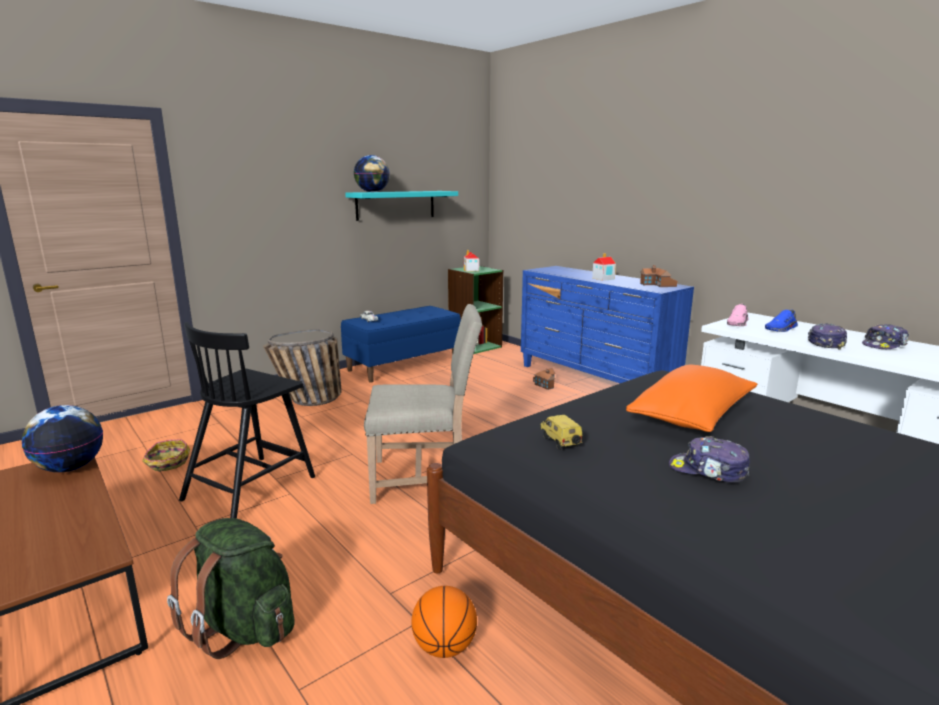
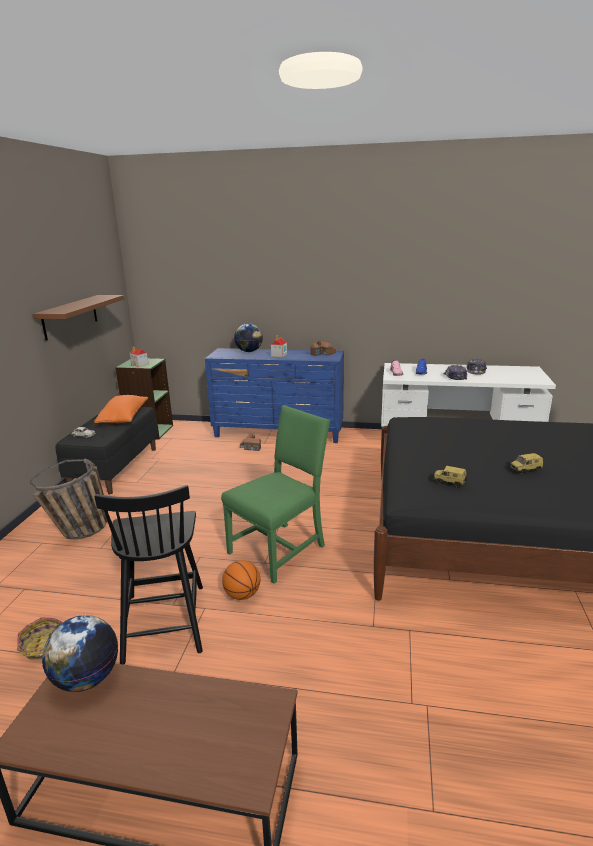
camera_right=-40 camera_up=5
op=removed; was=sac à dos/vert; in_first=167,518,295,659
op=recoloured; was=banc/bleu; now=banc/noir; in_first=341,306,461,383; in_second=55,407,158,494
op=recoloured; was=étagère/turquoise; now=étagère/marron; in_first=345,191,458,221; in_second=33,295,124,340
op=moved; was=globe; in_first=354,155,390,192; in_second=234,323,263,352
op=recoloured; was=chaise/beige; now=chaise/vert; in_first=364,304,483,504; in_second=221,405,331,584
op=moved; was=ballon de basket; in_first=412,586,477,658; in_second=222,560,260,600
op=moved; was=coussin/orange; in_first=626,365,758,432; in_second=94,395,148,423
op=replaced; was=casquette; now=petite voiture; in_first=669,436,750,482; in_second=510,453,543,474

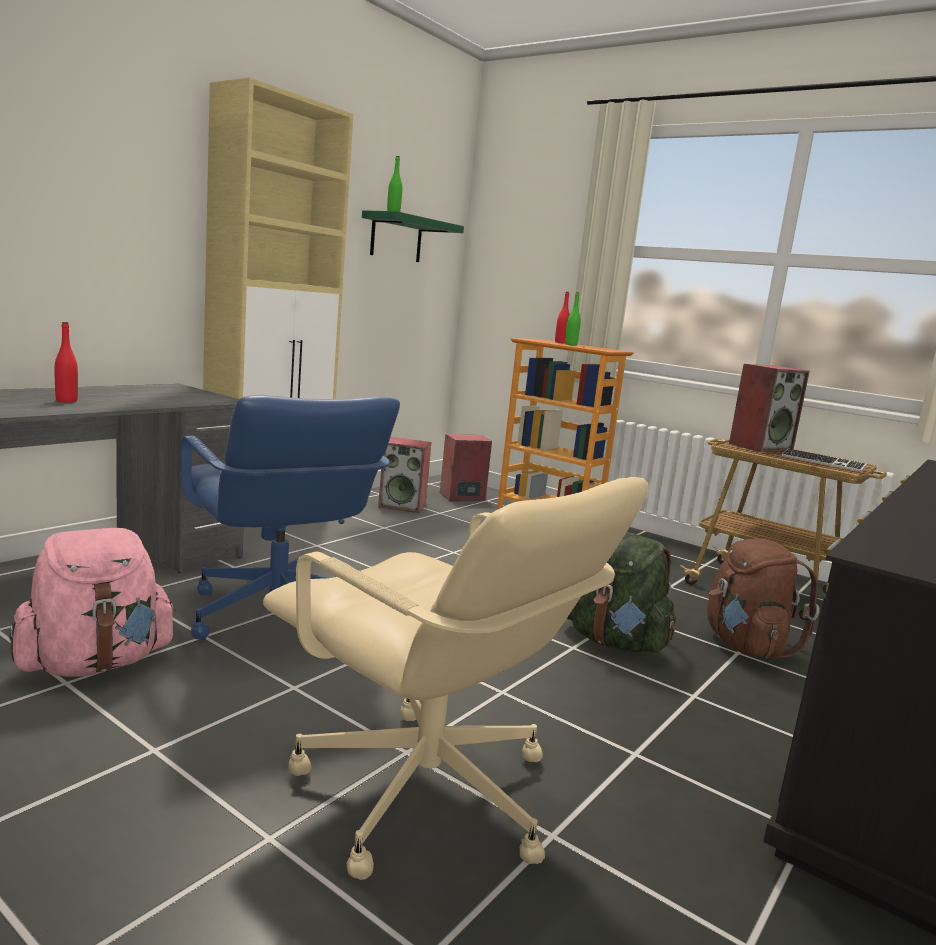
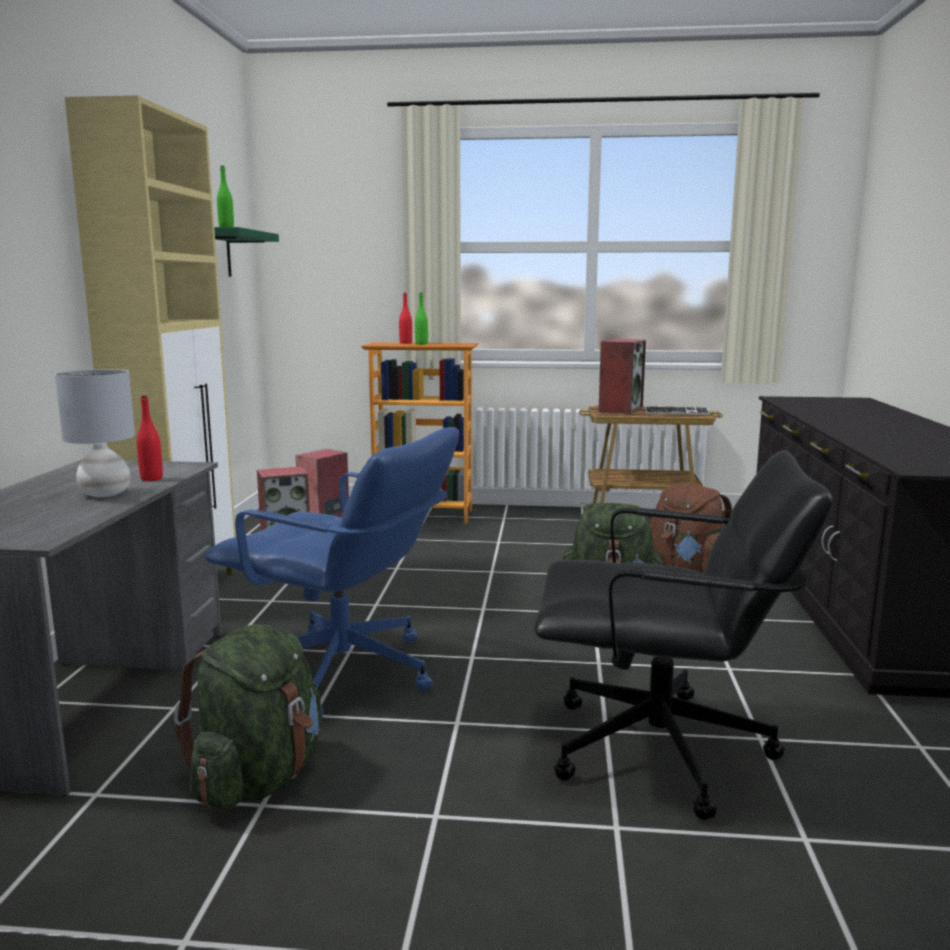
camera_right=-30 camera_up=0
op=recoloured; was=sac à dos/rose; now=sac à dos/vert; in_first=9,528,176,677; in_second=174,625,322,809
op=moved; was=bouteille/rouge; in_first=54,322,78,403; in_second=137,395,163,481
op=recoloured; was=chaise de bureau/beige; now=chaise de bureau/noir; in_first=263,477,648,880; in_second=534,450,833,820
op=added; now=lampe de table/gris; in_second=55,369,135,497

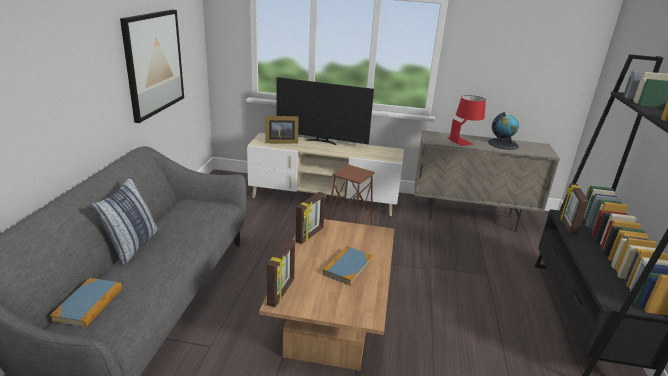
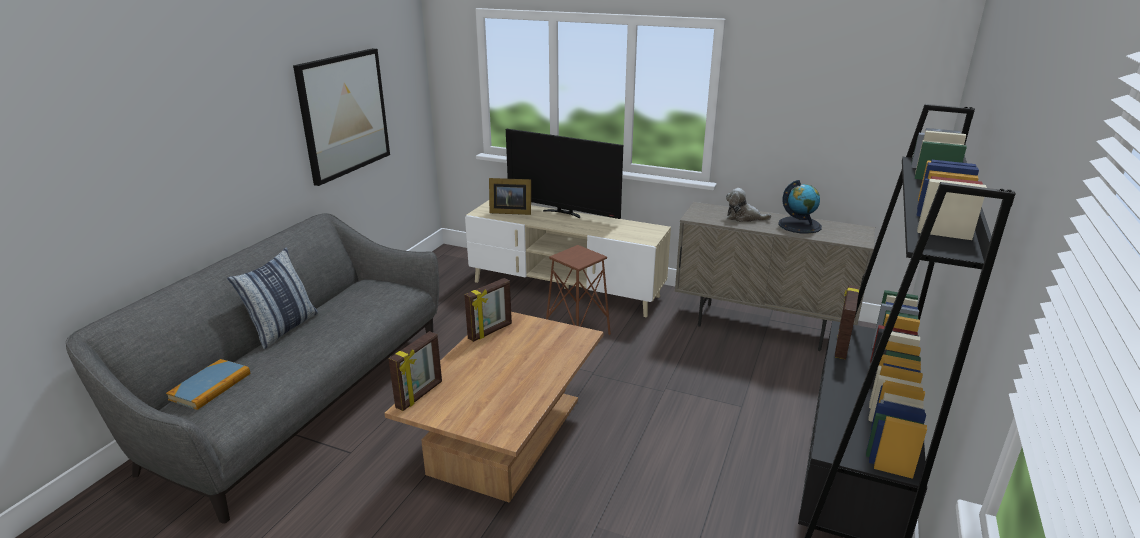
camera_right=15 camera_up=0
op=removed; was=livre; in_first=323,246,373,286
op=replaced; was=lampe de table/rouge; now=peluche; in_first=447,95,486,146; in_second=726,188,772,222

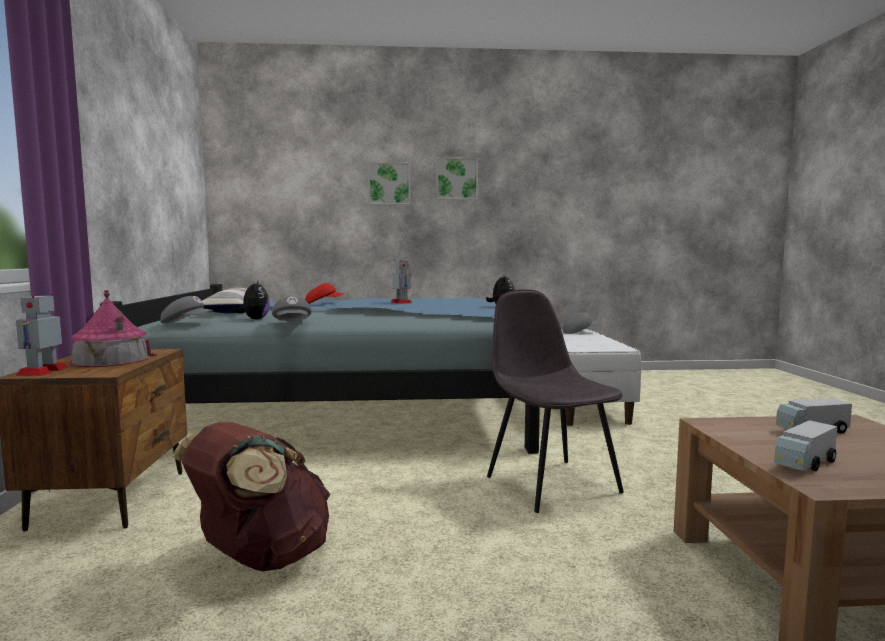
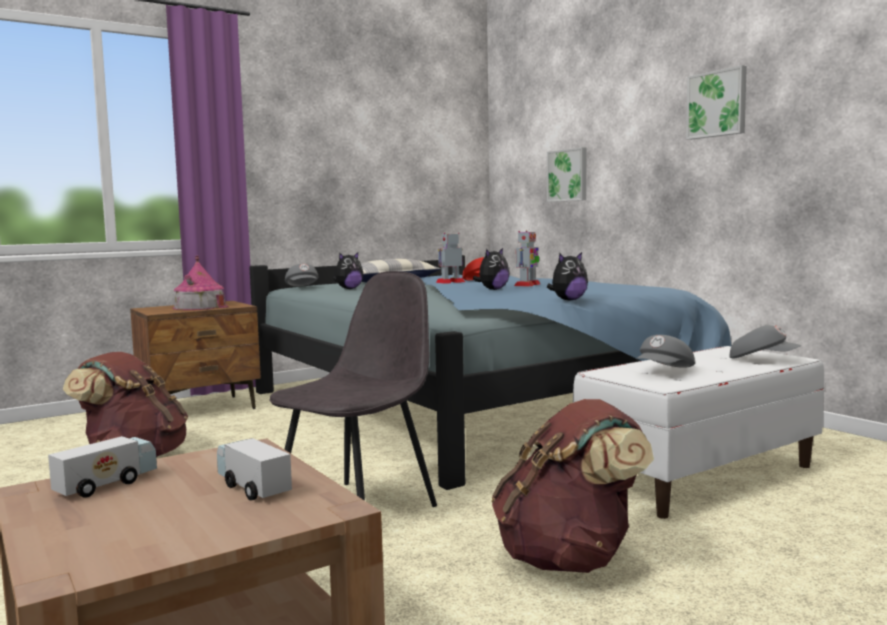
camera_right=60 camera_up=0
op=moved; was=robot jouet; in_first=16,294,69,376; in_second=436,232,465,284
op=moved; was=casquette/gris; in_first=272,296,311,321; in_second=636,335,695,368
op=moved; was=tableau; in_first=368,162,410,205; in_second=547,147,586,202
op=turned; was=camion jouet; in_first=774,420,837,471; in_second=48,436,157,498; clockwise=105
op=added; now=peluche; in_second=473,248,509,290
op=added; now=sac à dos/marron; in_second=491,399,654,573

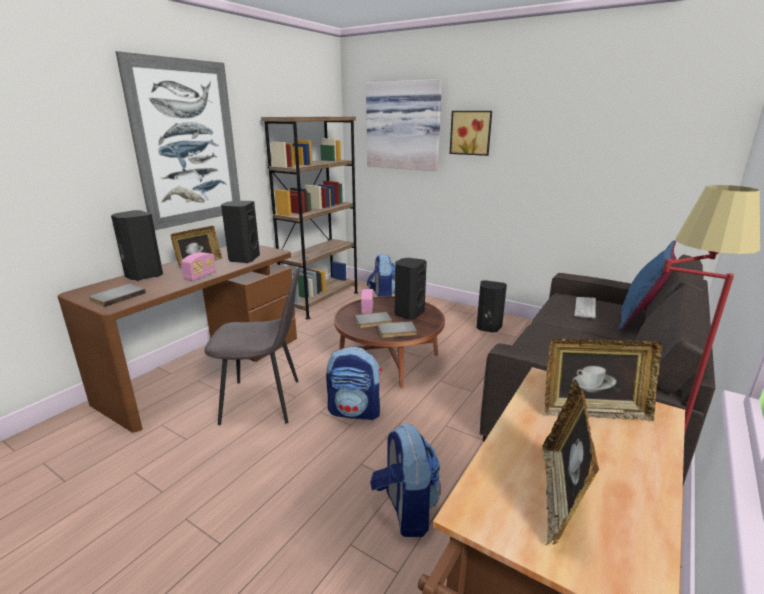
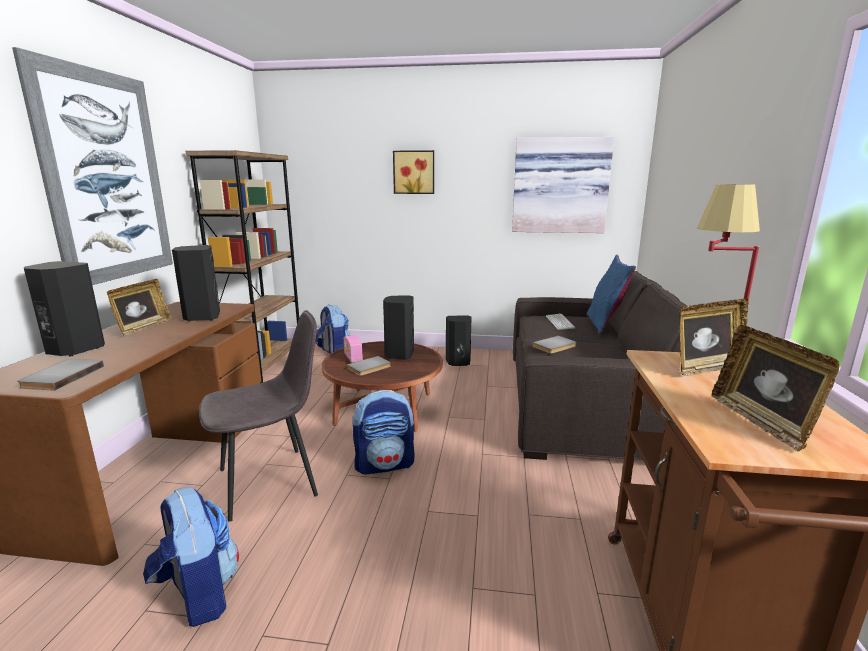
camera_right=-25 camera_up=-5
op=removed; was=radio; in_first=181,252,216,281
op=moved; was=tableau; in_first=366,79,442,171; in_second=512,137,614,233
op=moved; was=sac à dos; in_first=370,424,441,537; in_second=143,487,239,627
op=moved; was=livre/gris; in_first=378,321,417,338; in_second=532,336,576,354

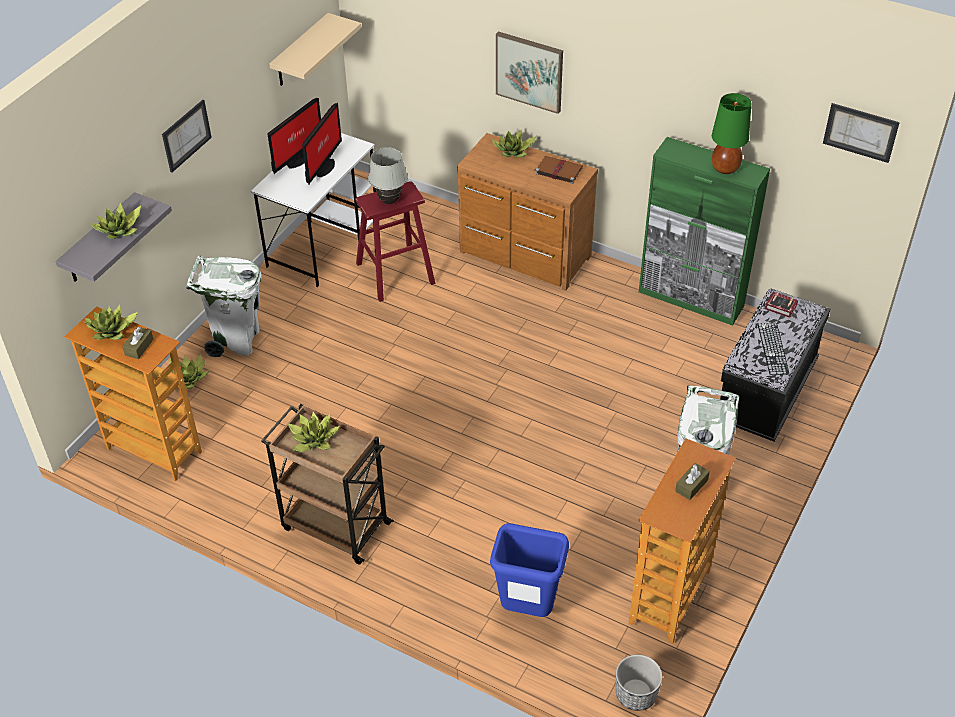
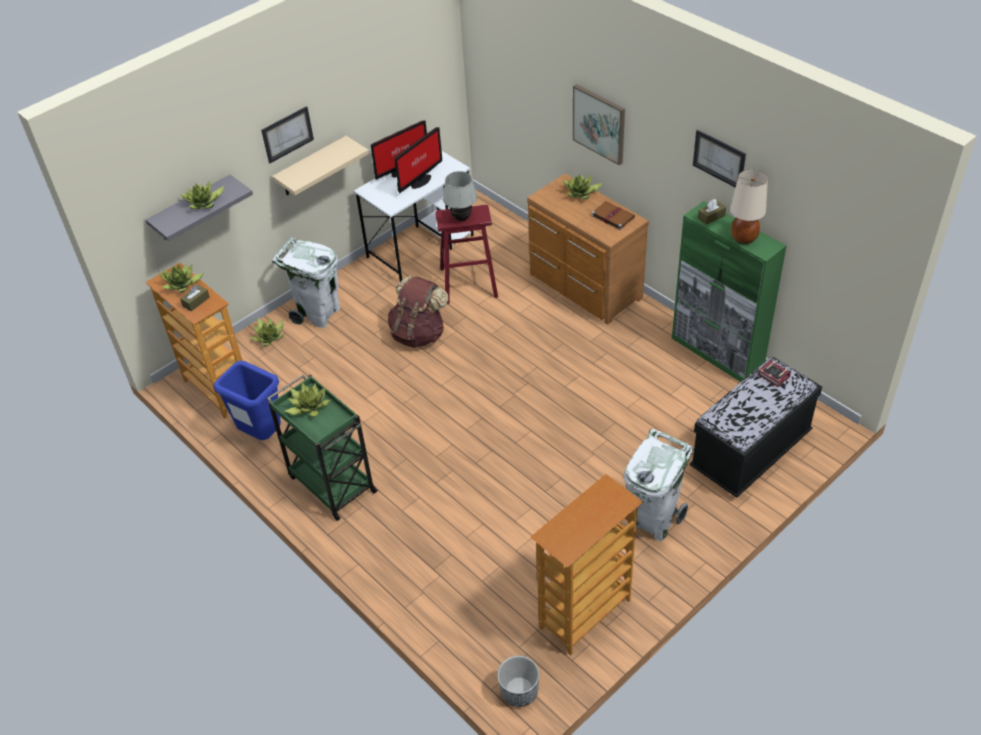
camera_right=20 camera_up=0
op=recoloured; was=chariot/marron; now=chariot/vert; in_first=261,404,394,565; in_second=267,375,378,521
op=moved; was=étagère/beige; in_first=269,13,362,86; in_second=272,136,369,195
op=moved; was=poubelle/bleu; in_first=490,523,569,617; in_second=214,361,281,440
op=moved; was=boîte à mouchoirs/marron; in_first=675,463,710,500; in_second=698,199,726,225
op=recoloured; was=lampe de table/vert; now=lampe de table/beige; in_first=712,93,751,174; in_second=731,169,768,244
op=removed; was=clavier; in_first=757,323,789,375
op=moved; was=tableau; in_first=823,103,900,163; in_second=693,130,746,188
op=added; now=sac à dos/marron; in_second=388,276,448,348

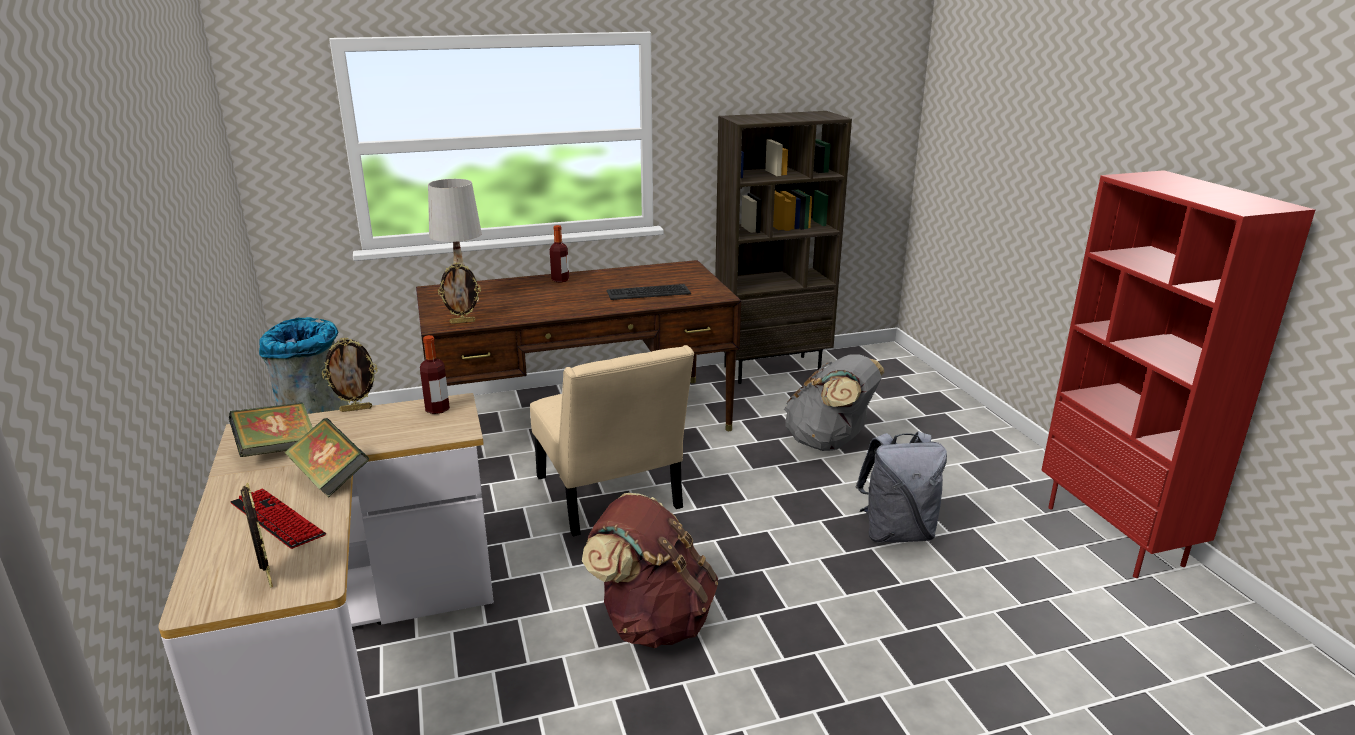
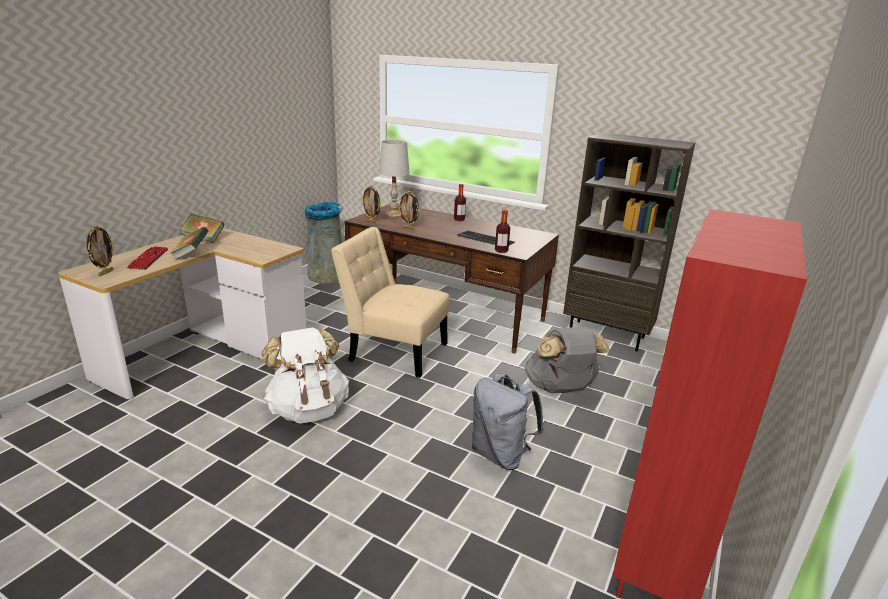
camera_right=45 camera_up=0
op=moved; was=cadre photo; in_first=322,338,378,412; in_second=398,191,420,230
op=moved; was=bouteille; in_first=420,335,450,414; in_second=495,210,510,253
op=turned; was=chaise/beige; in_first=530,345,694,537; in_second=331,227,450,378; clockwise=90
op=recoloured; was=sac à dos/marron; now=sac à dos/blanc; in_first=582,493,718,648; in_second=261,327,349,424

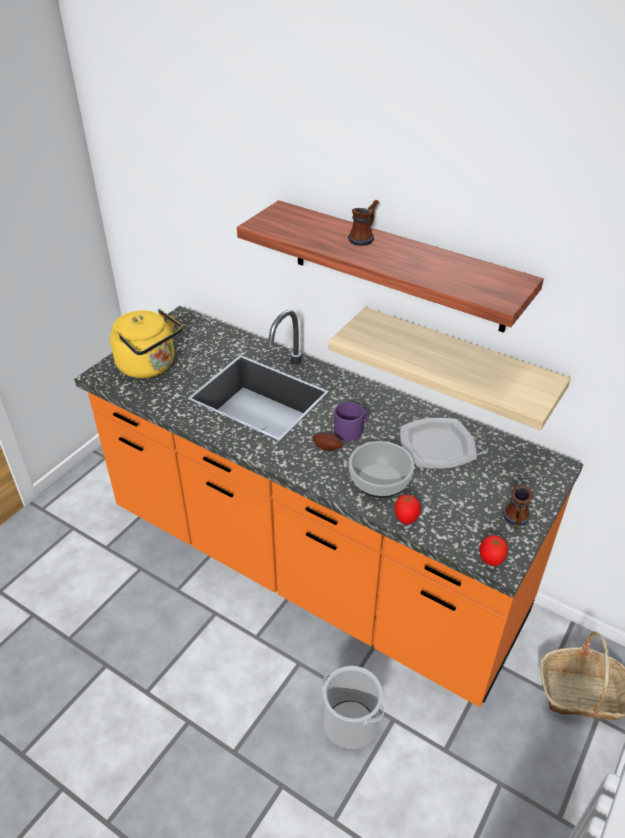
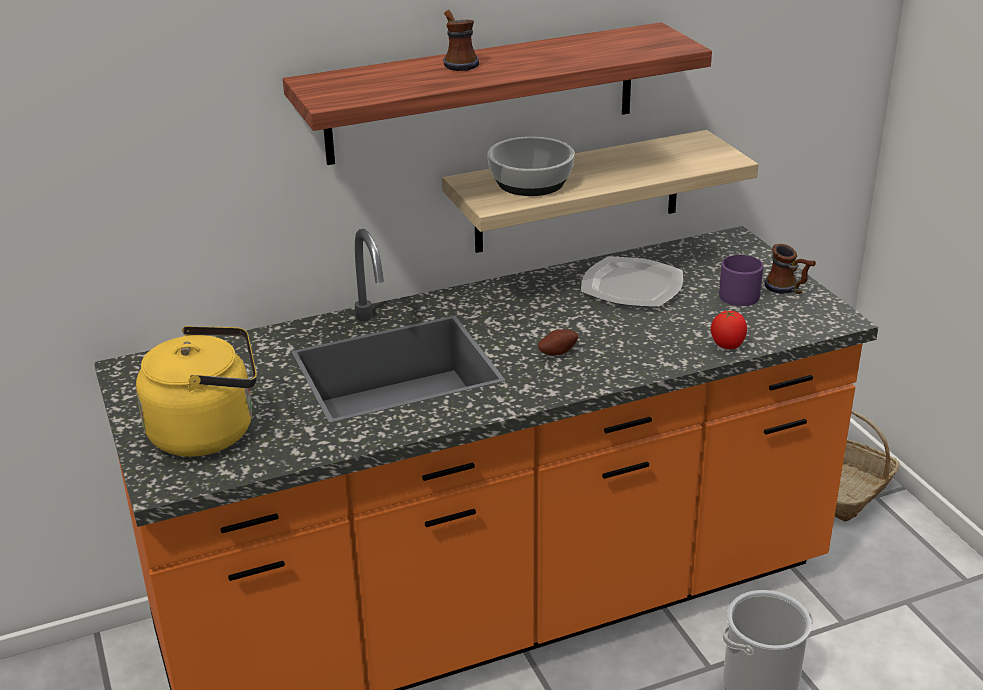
camera_right=-55 camera_up=-10
op=moved; was=mug/violet; in_first=334,402,369,441; in_second=719,255,763,306
op=moved; was=bol; in_first=349,441,414,498; in_second=487,137,575,196
op=removed; was=tomate; in_first=479,535,508,566

